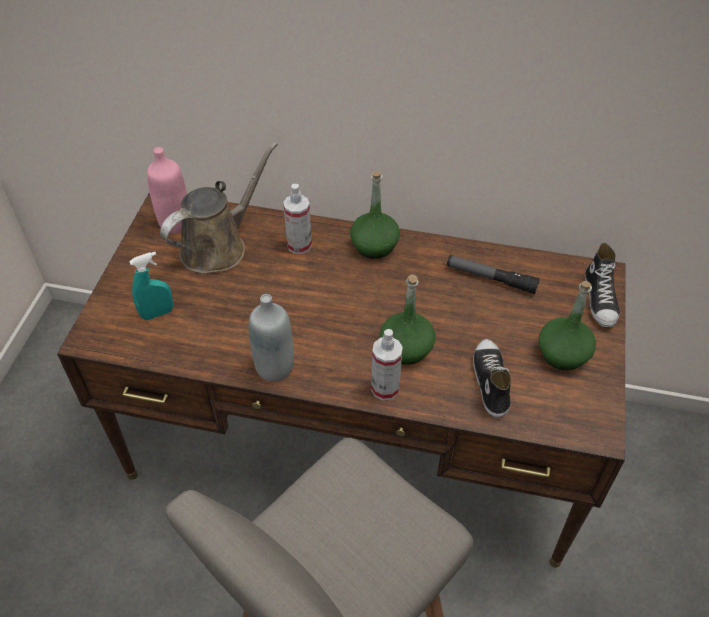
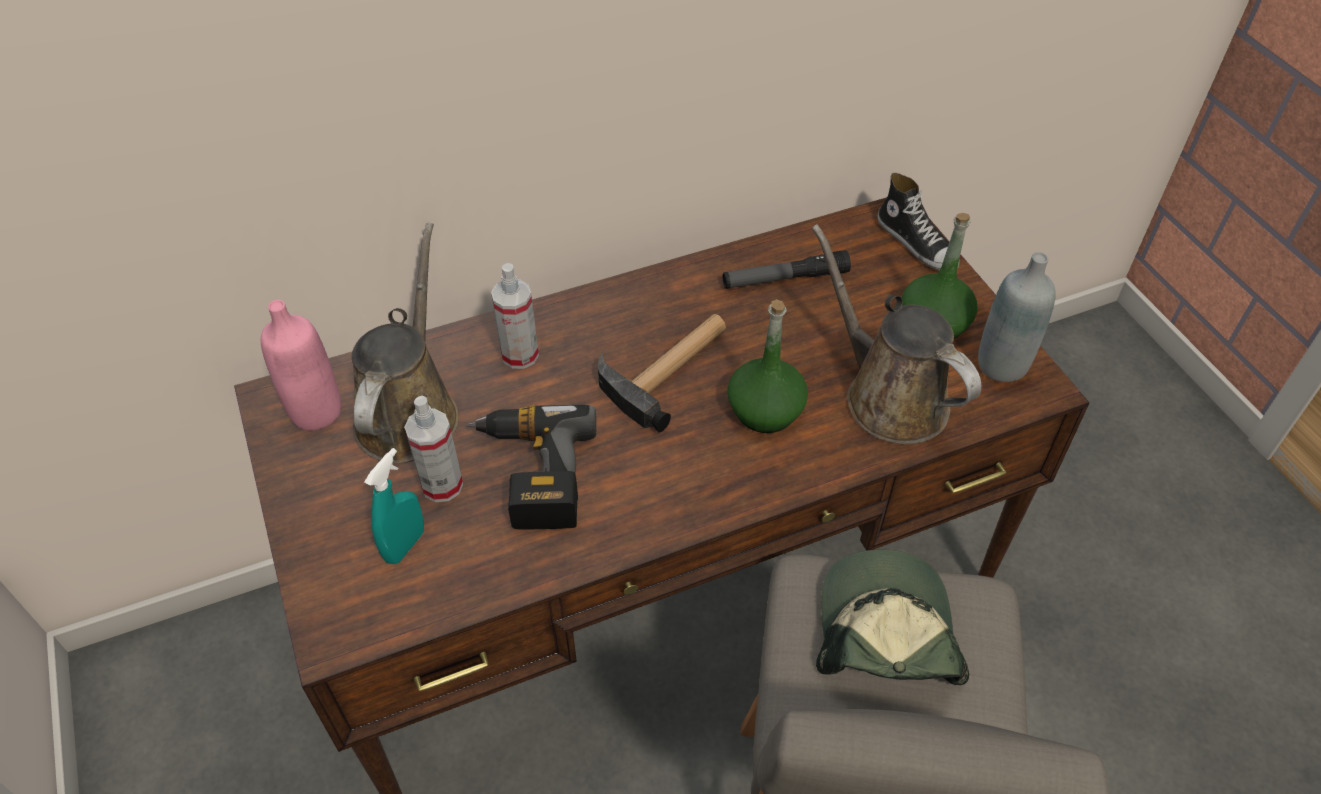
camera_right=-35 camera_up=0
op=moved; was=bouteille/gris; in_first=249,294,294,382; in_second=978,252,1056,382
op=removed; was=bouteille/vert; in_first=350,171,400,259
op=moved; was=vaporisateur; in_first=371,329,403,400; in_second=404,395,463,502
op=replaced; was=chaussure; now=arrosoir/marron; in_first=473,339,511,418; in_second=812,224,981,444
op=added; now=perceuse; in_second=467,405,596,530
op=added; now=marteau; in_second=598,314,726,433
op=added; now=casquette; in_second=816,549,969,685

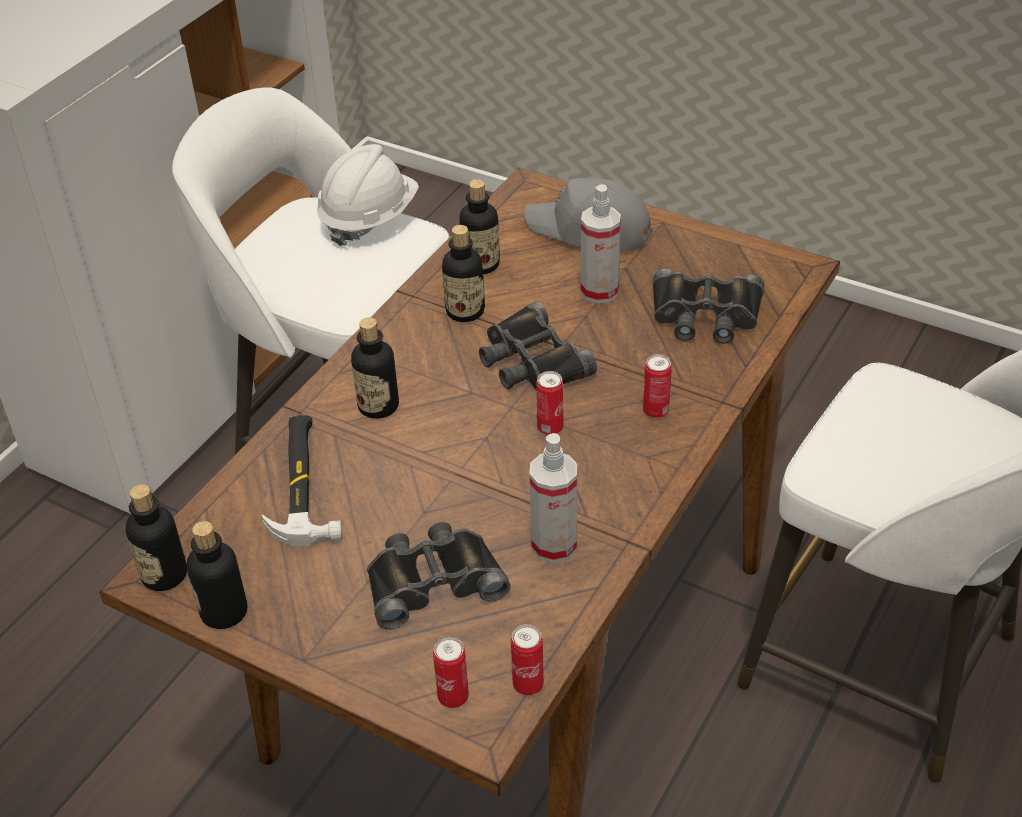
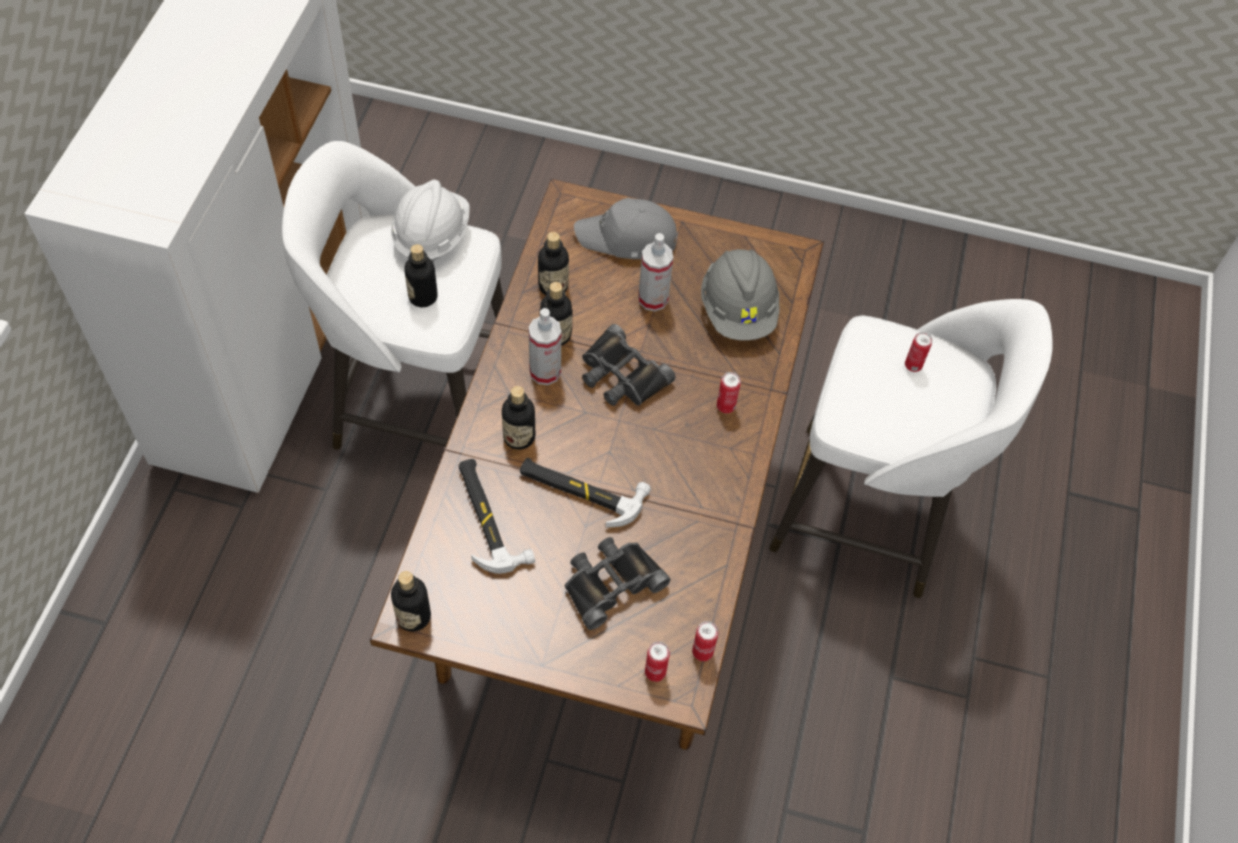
camera_right=-20 camera_up=15
op=moved; was=bouteille; in_first=186,521,247,629; in_second=404,244,437,307
op=moved; was=vaporisateur; in_first=529,433,577,563; in_second=529,308,561,385
op=moved; was=boîte métallique; in_first=536,371,563,435; in_second=905,332,932,372
op=replaced; was=jumelles/noir; now=casque de chantier/gris; in_first=652,269,764,344; in_second=701,249,779,340
op=added; now=marteau; in_second=520,458,651,528

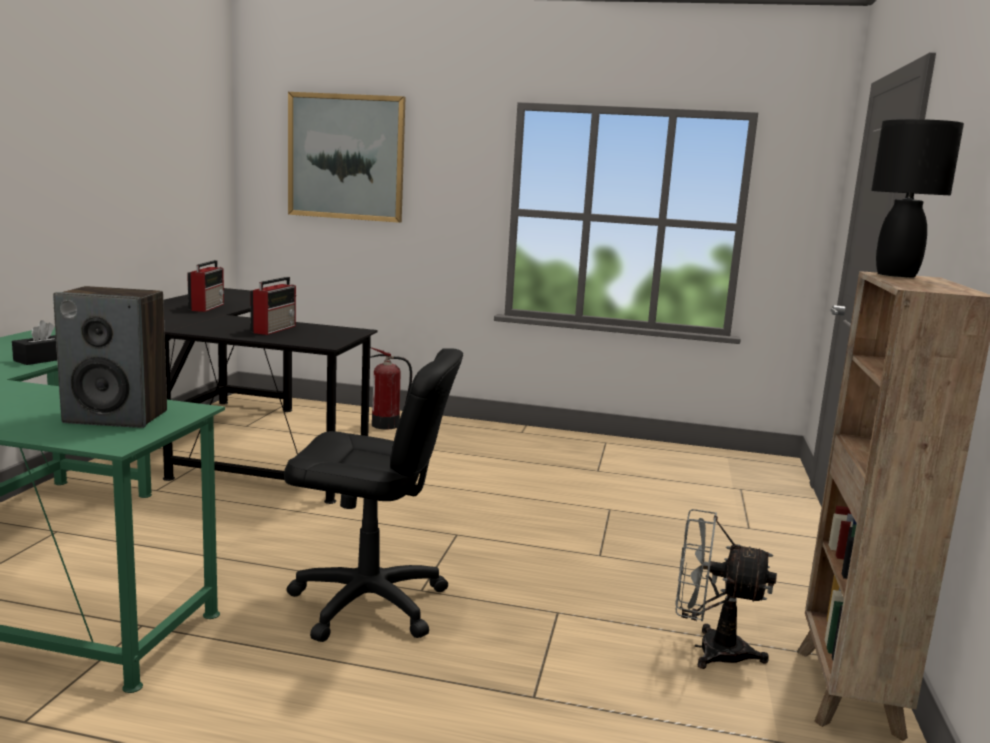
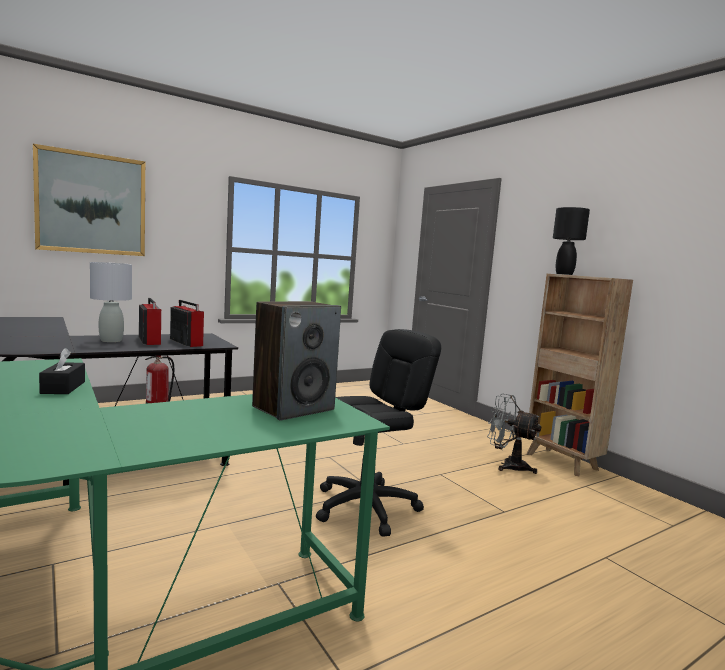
camera_right=-45 camera_up=-5
op=moved; was=radio; in_first=187,260,224,312; in_second=170,300,204,347
op=turned; was=ventilateur/gris; in_first=676,509,777,669; in_second=487,394,541,474; clockwise=60
op=added; now=lampe de table/gris; in_second=90,262,132,342

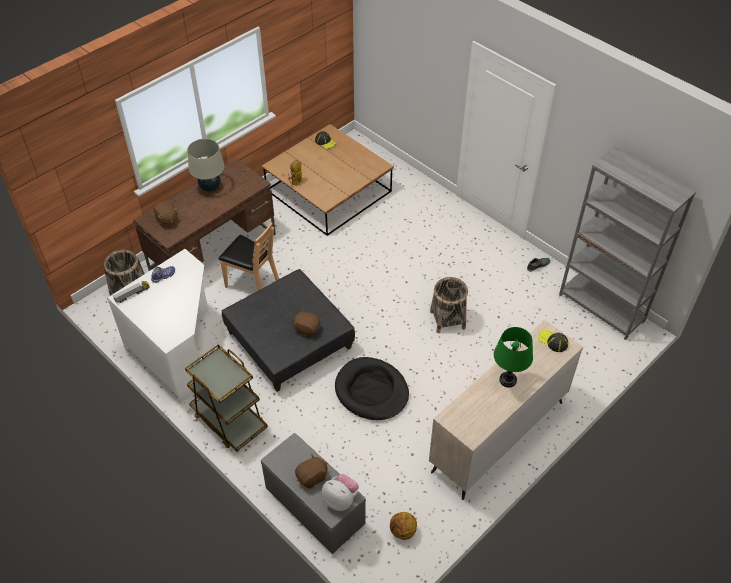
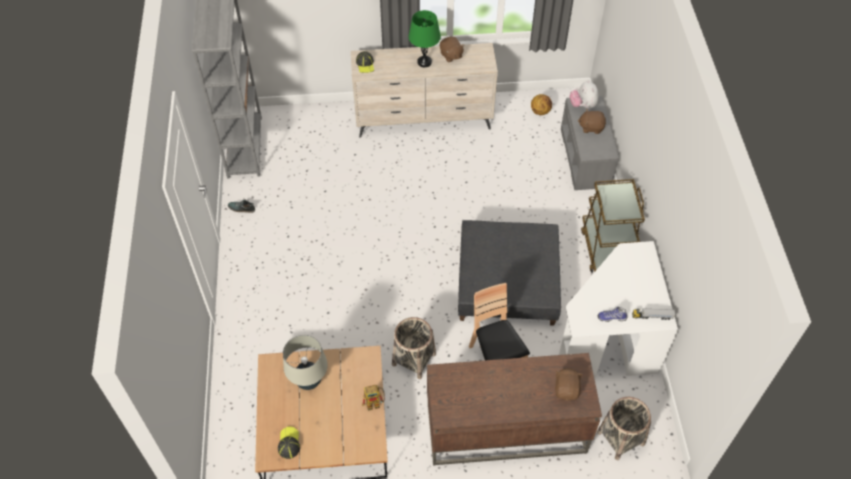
camera_right=-140 camera_up=5
op=moved; was=lampe de table/beige; in_first=187,139,225,192; in_second=283,335,328,390
op=moved; was=peluche/marron; in_first=292,309,320,338; in_second=440,37,465,62
op=removed; was=panier pour chien/noir; in_first=335,357,409,420
op=moved; was=panier; in_first=430,277,468,333; in_second=392,317,436,379

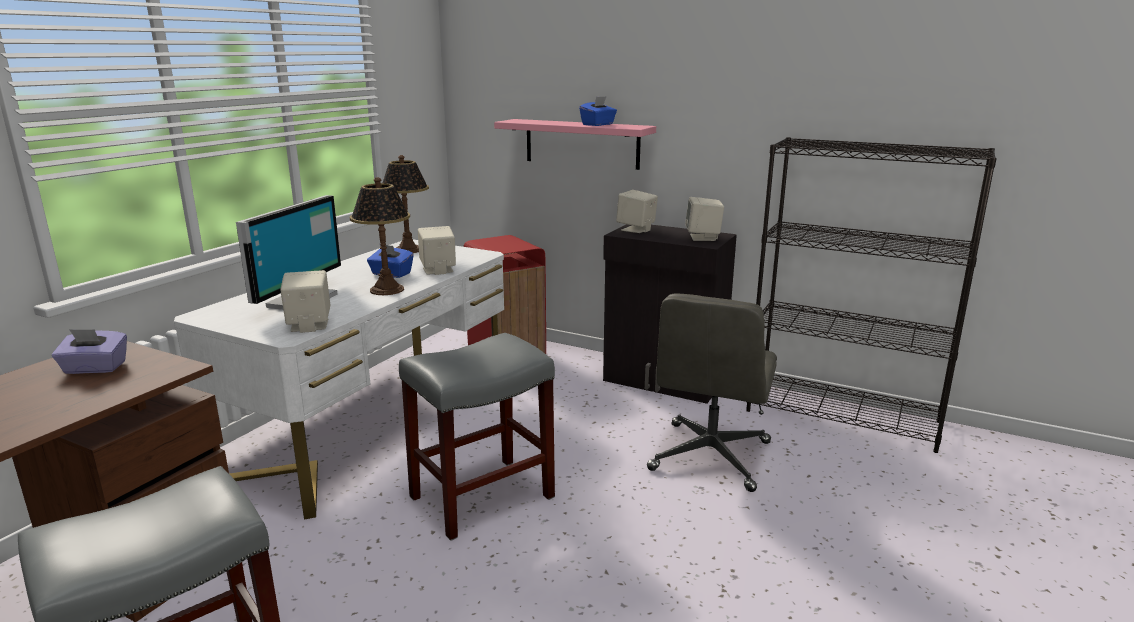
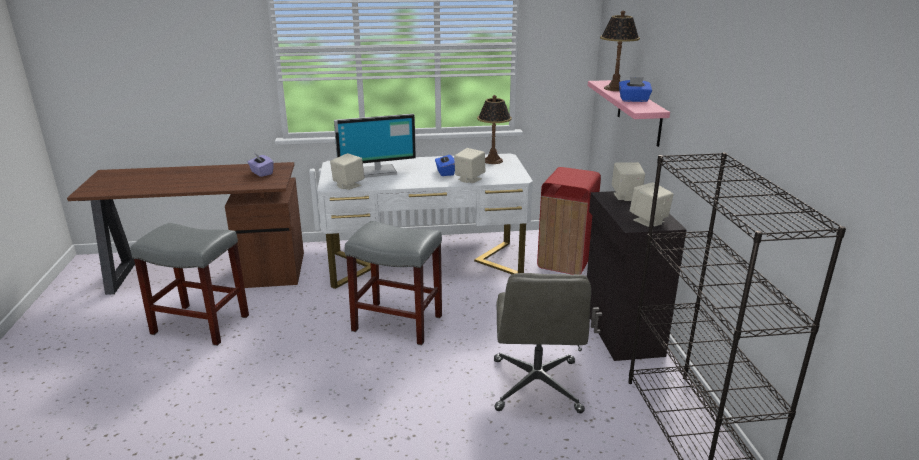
camera_right=55 camera_up=5
op=moved; was=lampe de table; in_first=350,177,410,295; in_second=600,11,640,91
op=turned; was=chaise de bureau/gris; in_first=647,294,777,492; in_second=494,273,591,413; clockwise=-75

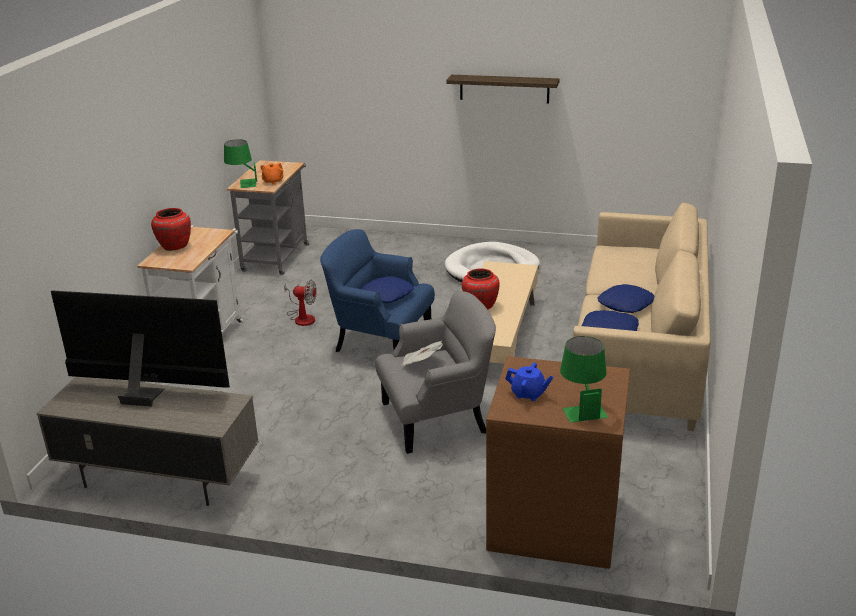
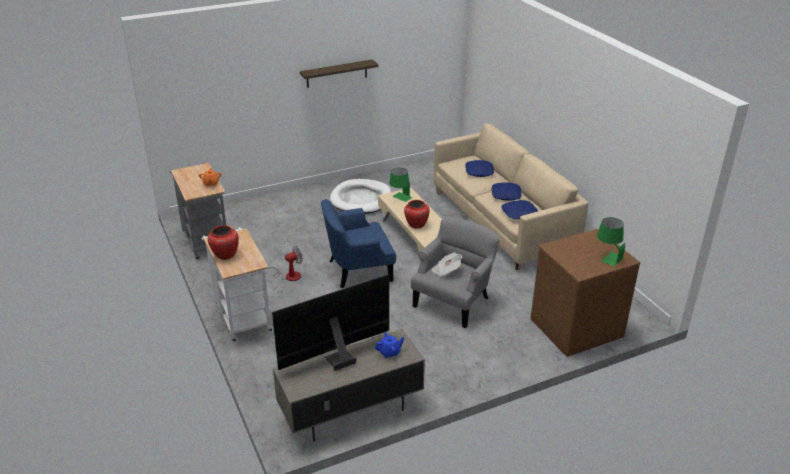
camera_right=-40 camera_up=5
op=moved; was=lampe de table/vert; in_first=224,139,257,188; in_second=389,168,413,202
op=moved; was=coussin/bleu; in_first=361,276,415,303; in_second=465,160,494,177
op=moved; was=théière/bleu; in_first=505,362,553,401; in_second=375,332,404,358

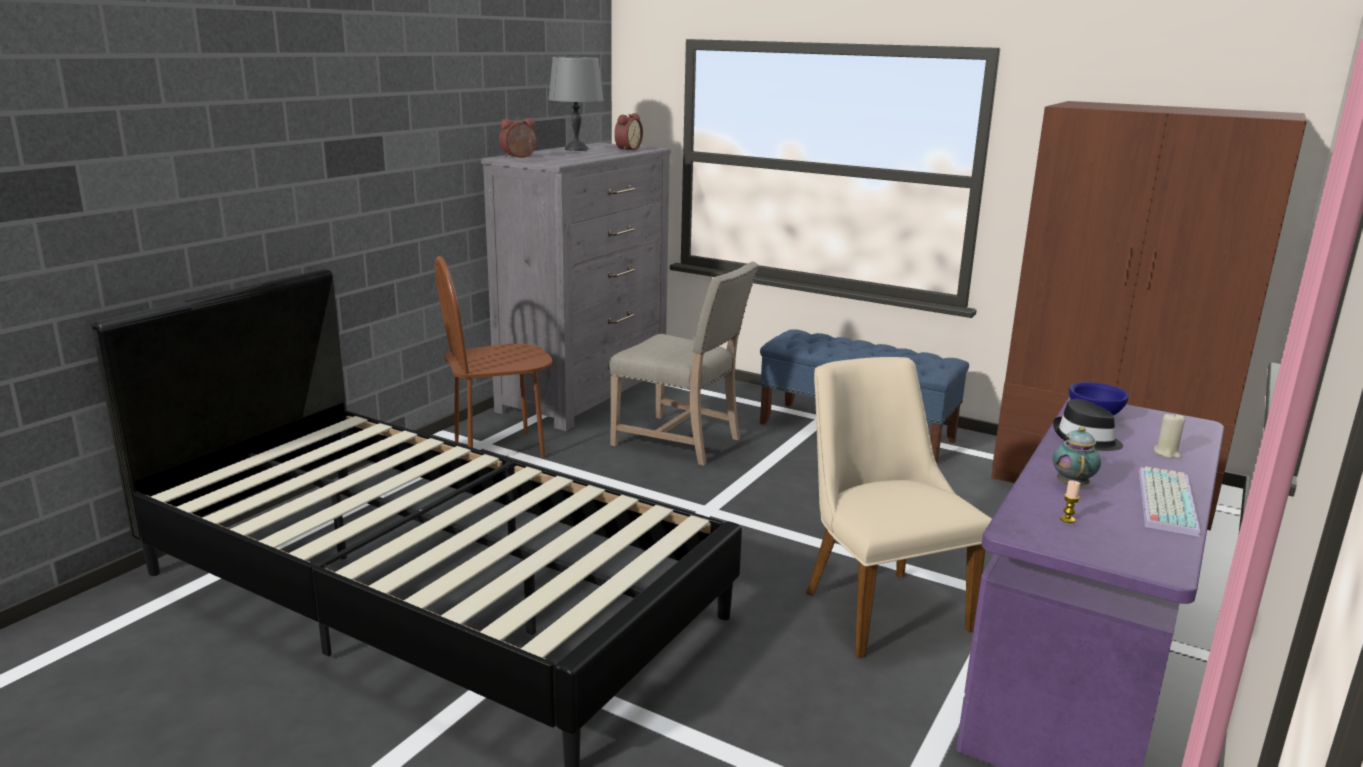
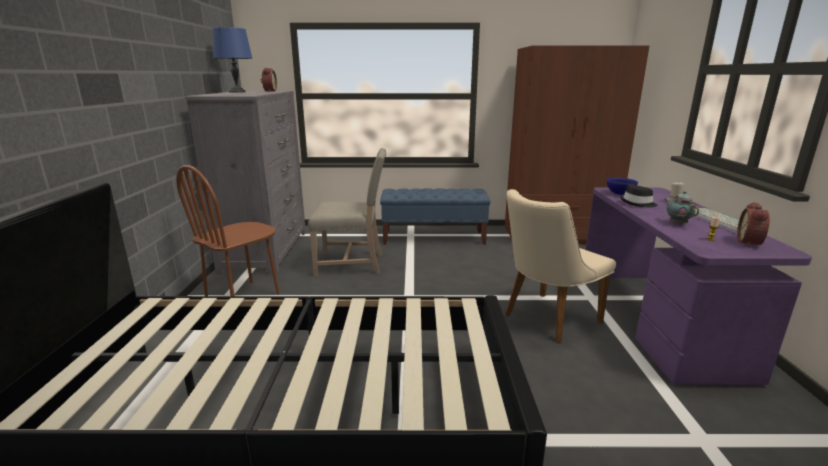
camera_right=-30 camera_up=0
op=moved; was=réveil; in_first=499,118,537,158; in_second=737,202,770,247
op=recoloured; was=lampe de table/gris; now=lampe de table/bleu; in_first=548,57,604,151; in_second=213,27,253,93
op=turned; was=chaise/beige; in_first=806,357,992,658; in_second=506,189,616,343; clockwise=-75

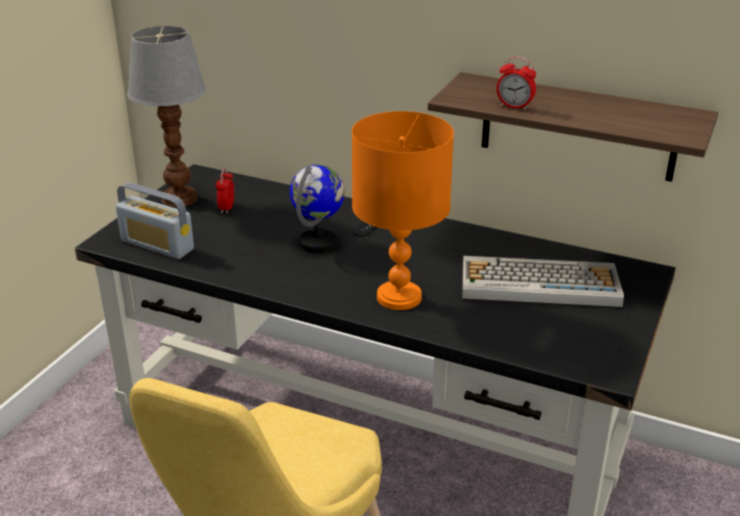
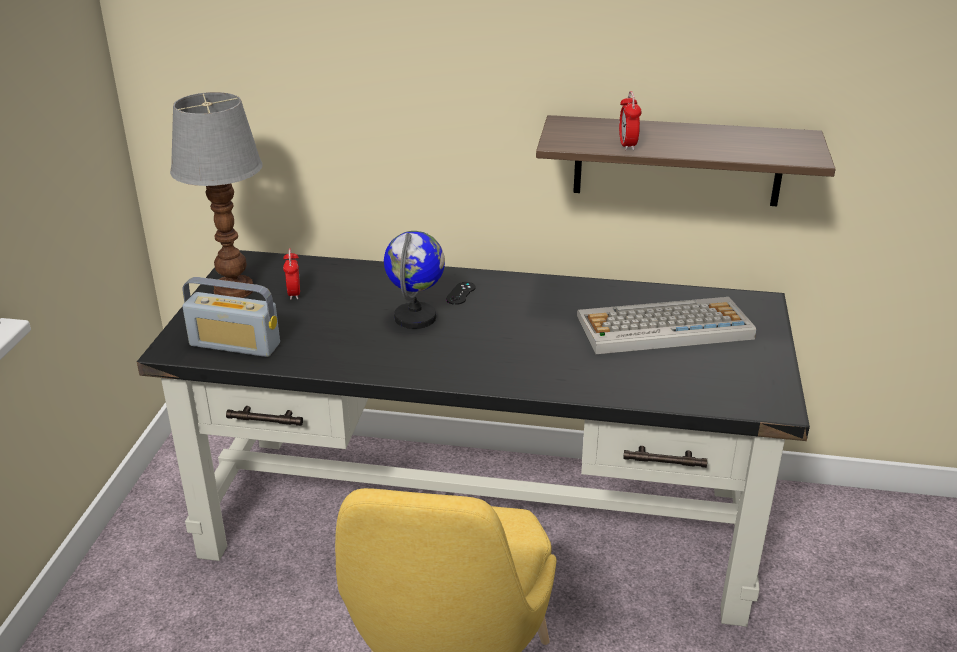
camera_right=-15 camera_up=0
op=removed; was=lampe de table/orange; in_first=352,111,454,310
op=turned; was=réveil; in_first=497,57,536,110; in_second=619,91,642,150; clockwise=75

